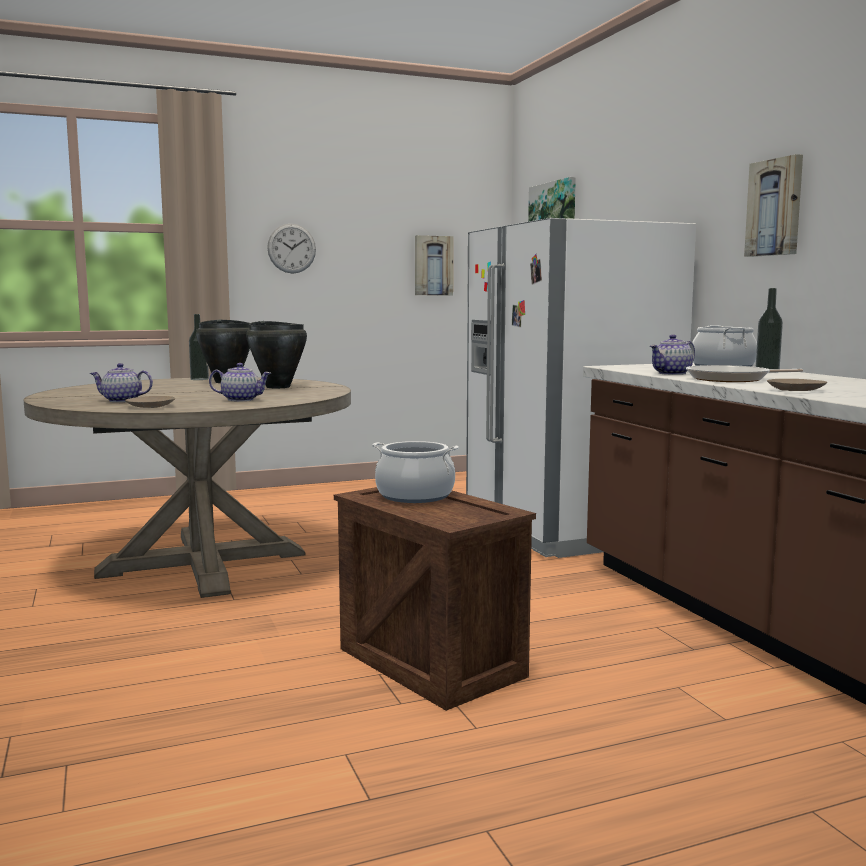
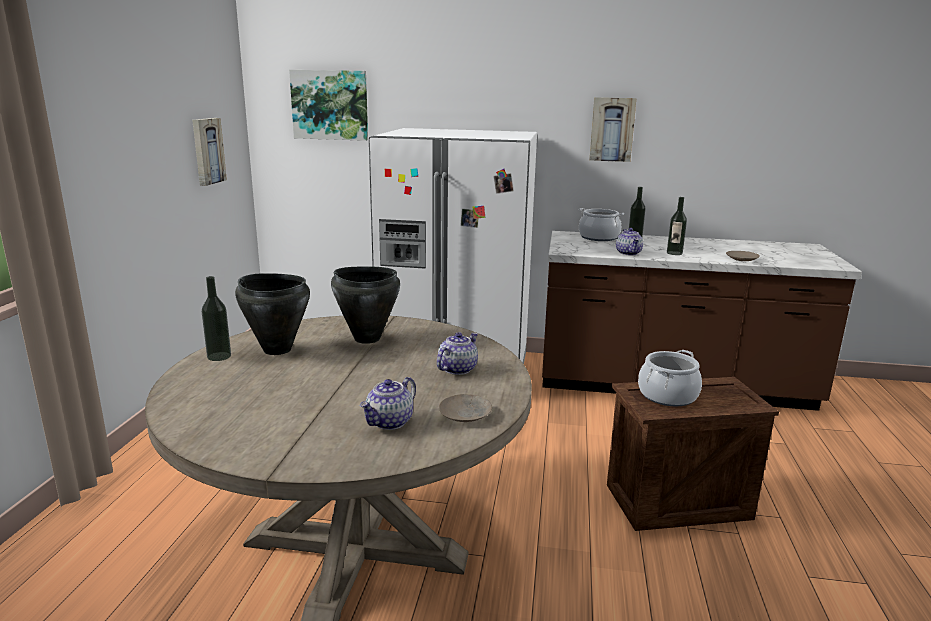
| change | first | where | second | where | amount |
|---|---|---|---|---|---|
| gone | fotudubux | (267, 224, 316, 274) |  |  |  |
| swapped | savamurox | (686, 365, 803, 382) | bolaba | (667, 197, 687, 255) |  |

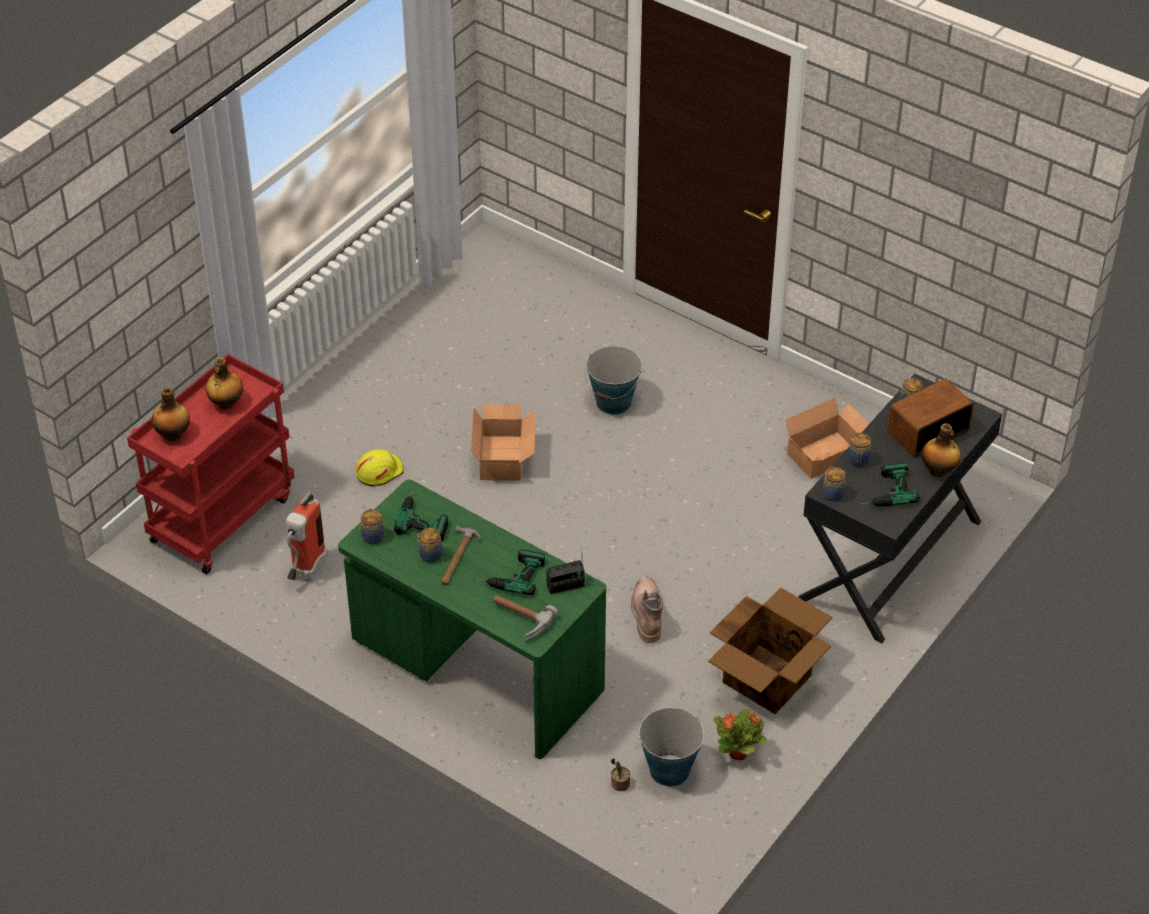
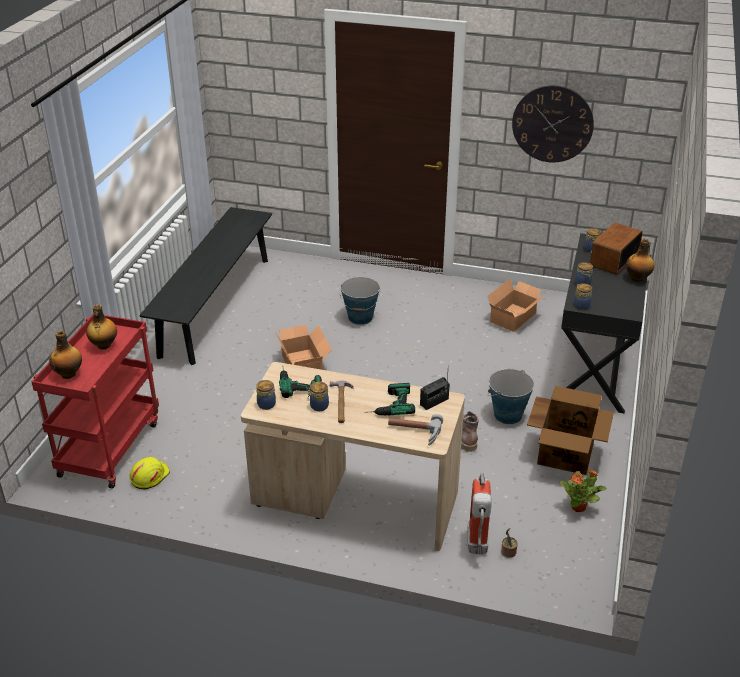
| change | first | where | second | where | amount |
|---|---|---|---|---|---|
| gone | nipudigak | (861, 462, 920, 506) |  |  |  |
| new |  |  | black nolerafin | (139, 207, 272, 365) |  |
| new |  |  | fotudubux | (512, 85, 594, 163) |  |
| shifted | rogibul | (286, 492, 328, 581) |  | (467, 472, 492, 555) |  |
| shifted | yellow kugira | (355, 449, 404, 486) |  | (129, 457, 170, 489) |  |
| shifted | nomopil | (637, 707, 704, 787) |  | (487, 369, 534, 424) |  |
| repainted | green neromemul | (338, 479, 606, 759) | beige neromemul | (241, 362, 465, 551) |  |

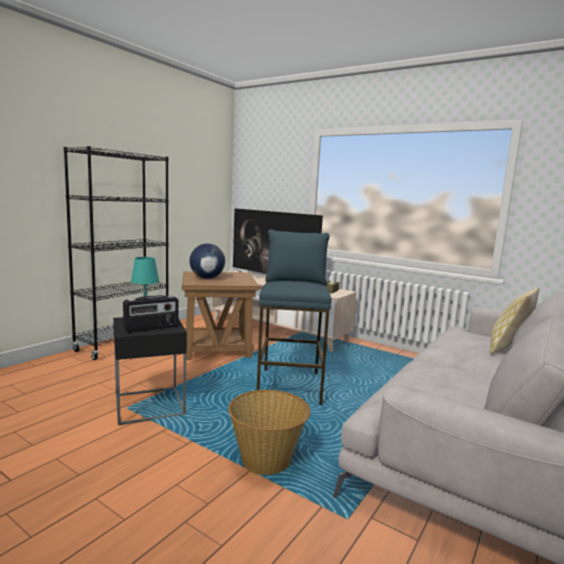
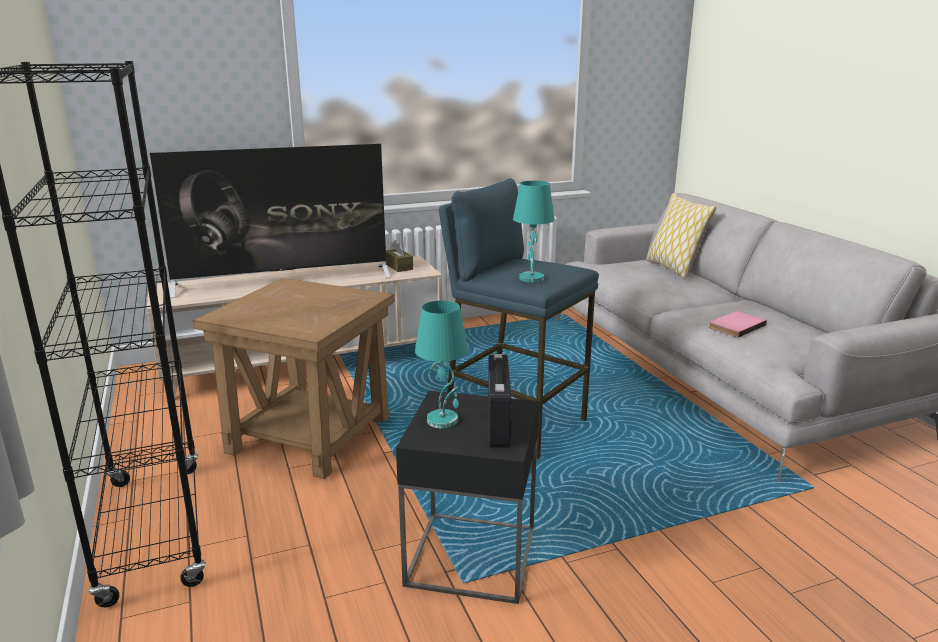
| change | first | where | second | where | amount |
|---|---|---|---|---|---|
| gone | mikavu | (190, 243, 225, 279) |  |  |  |
| gone | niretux | (228, 390, 311, 475) |  |  |  |
| new |  |  | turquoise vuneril | (513, 181, 555, 283) |  |
| new |  |  | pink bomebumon | (708, 311, 767, 338) |  |

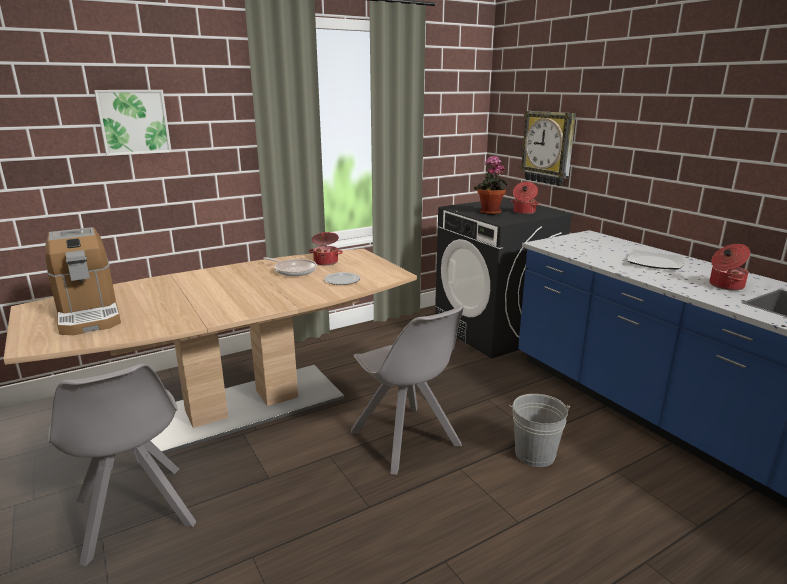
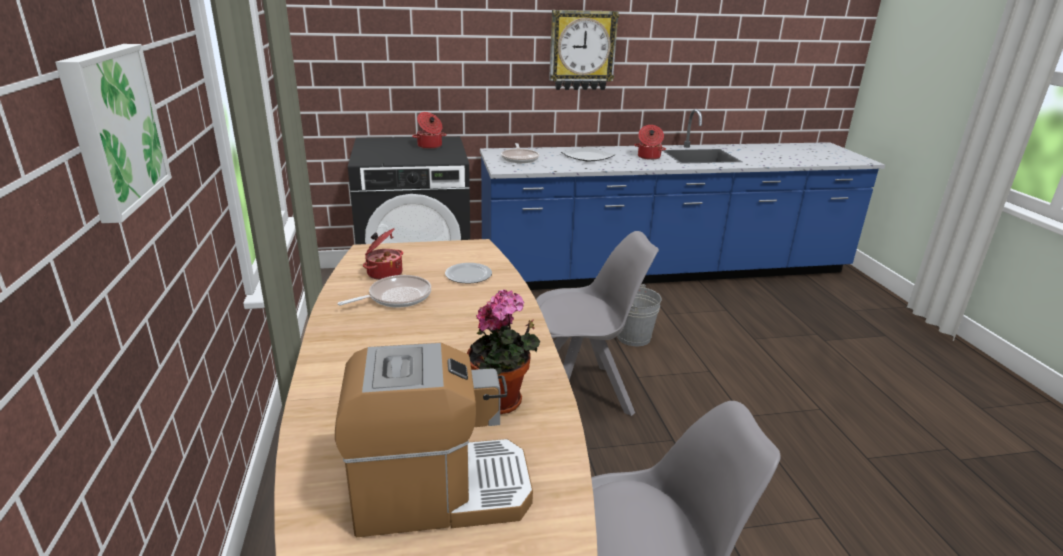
| change | first | where | second | where | amount |
|---|---|---|---|---|---|
| new |  |  | savamurox | (501, 143, 539, 163) |  |
| shifted | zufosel | (474, 155, 509, 215) |  | (467, 289, 540, 414) |  |
| shifted | fotudubux | (520, 111, 576, 186) |  | (549, 10, 619, 90) |  |

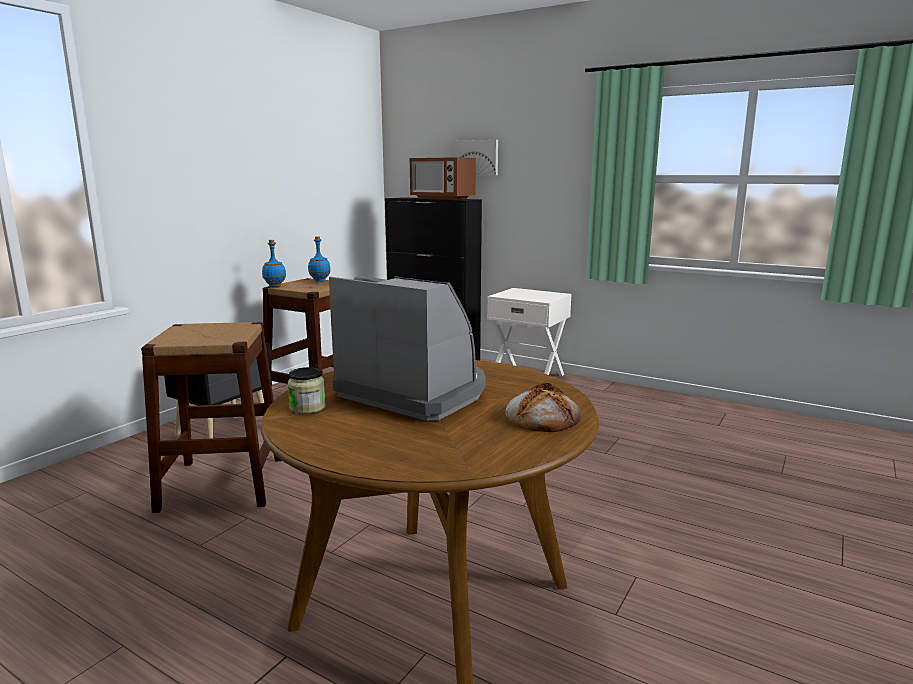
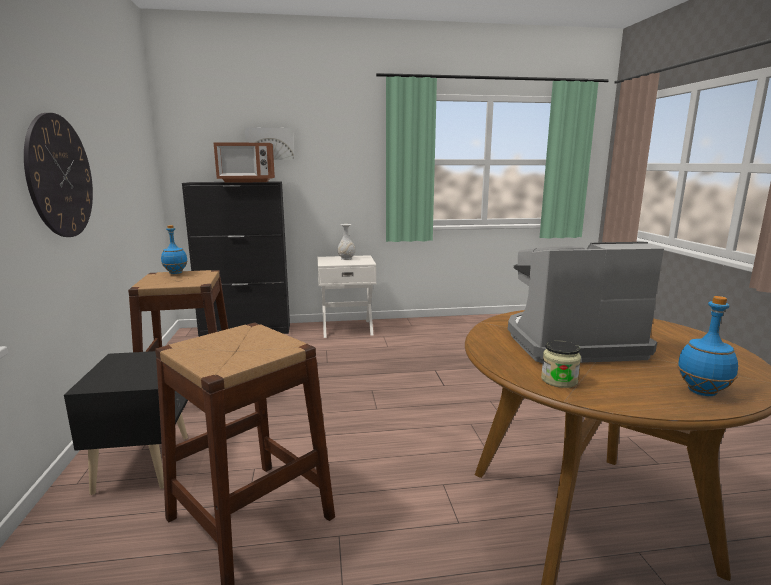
| change | first | where | second | where | amount |
|---|---|---|---|---|---|
| gone | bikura | (505, 383, 581, 432) |  |  |  |
| new |  |  | fotudubux | (24, 113, 93, 237) |  |
| new |  |  | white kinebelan | (338, 224, 355, 260) |  |
| shifted | blue bolaba | (262, 240, 286, 287) |  | (677, 296, 738, 396) |  |

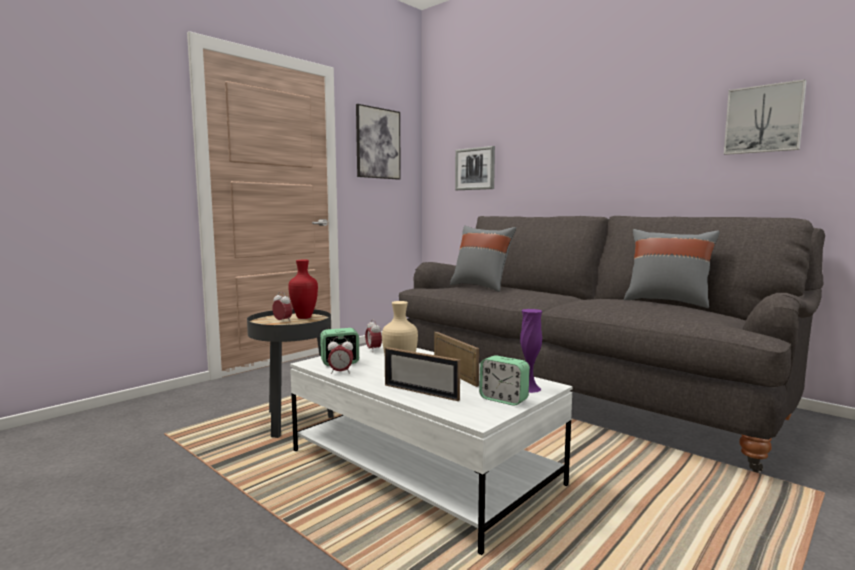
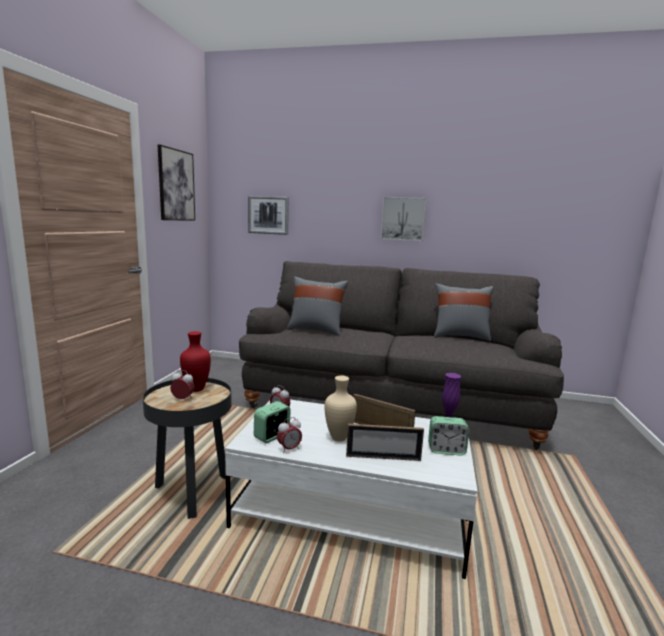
| change | first | where | second | where | amount |
|---|---|---|---|---|---|
| shifted | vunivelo | (724, 79, 807, 155) |  | (381, 197, 426, 241) |  |

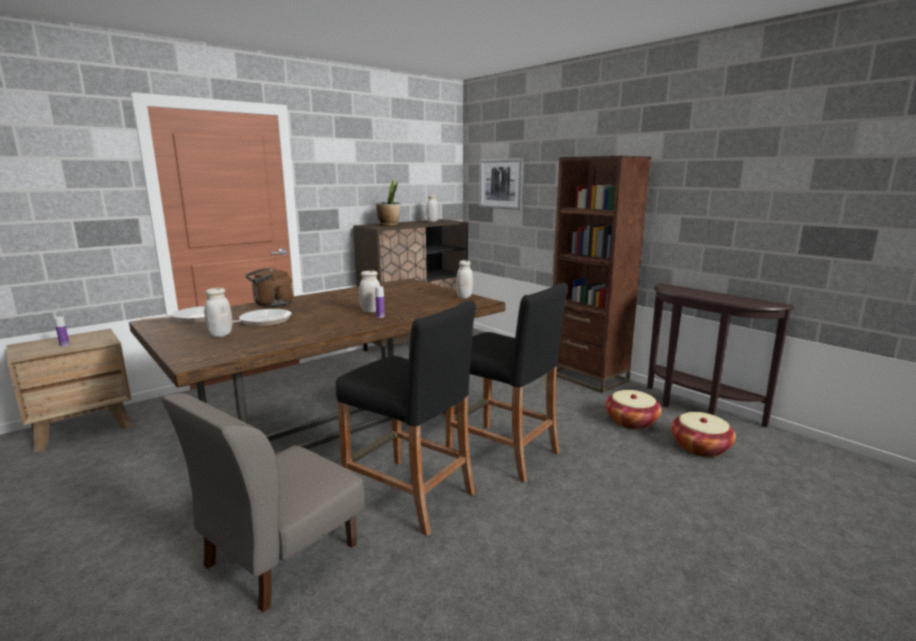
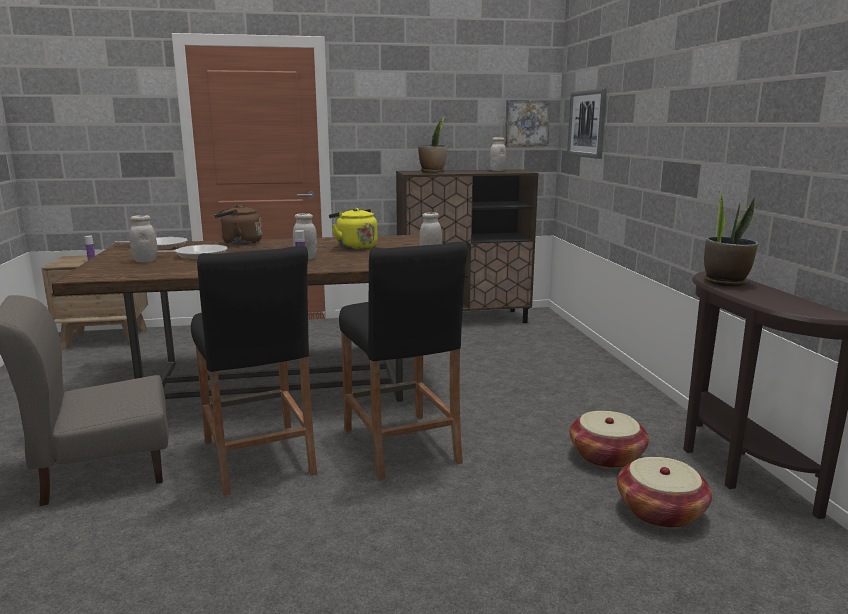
| change | first | where | second | where | amount |
|---|---|---|---|---|---|
| gone | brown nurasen | (553, 156, 651, 393) |  |  |  |
| new |  |  | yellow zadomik | (329, 208, 378, 250) |  |
| new |  |  | vunivelo | (505, 100, 551, 147) |  |
| new |  |  | zufosel | (704, 191, 758, 287) |  |

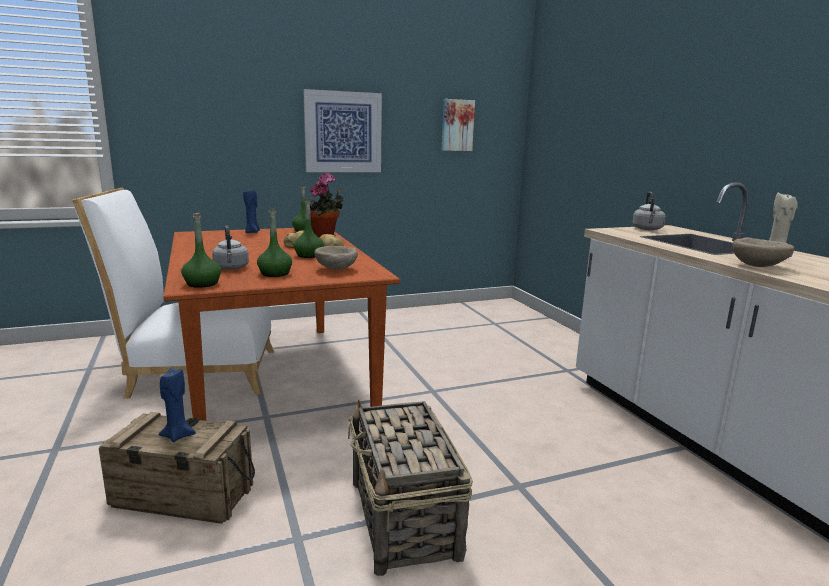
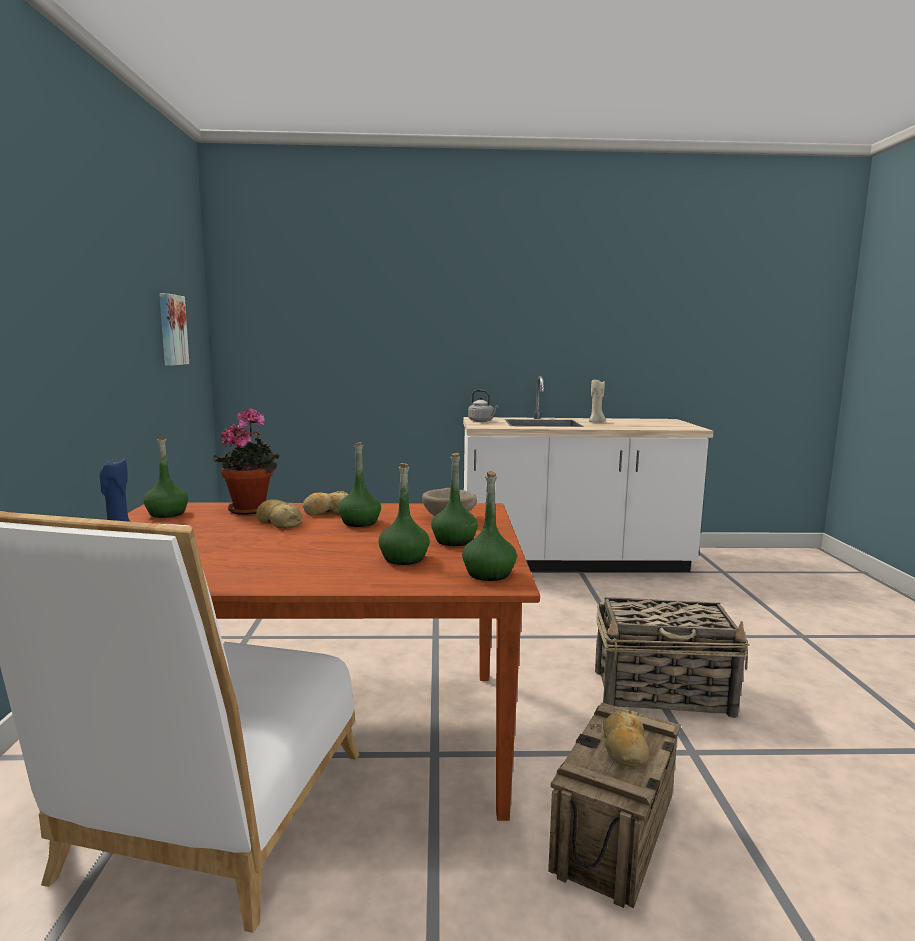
| change | first | where | second | where | amount |
|---|---|---|---|---|---|
| gone | vunivelo | (303, 89, 382, 172) |  |  |  |
| gone | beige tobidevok | (732, 237, 794, 267) |  |  |  |
| swapped | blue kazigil | (158, 368, 196, 442) | bikura | (603, 710, 649, 767) |  |
| swapped | grey zadomik | (212, 225, 249, 270) | green bolaba | (379, 463, 430, 565) |  |

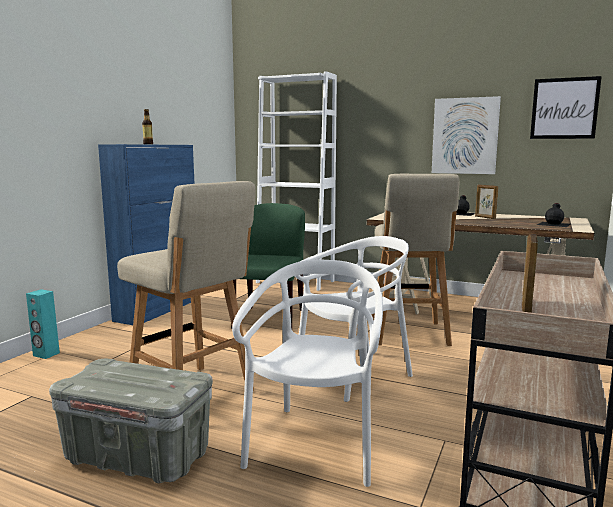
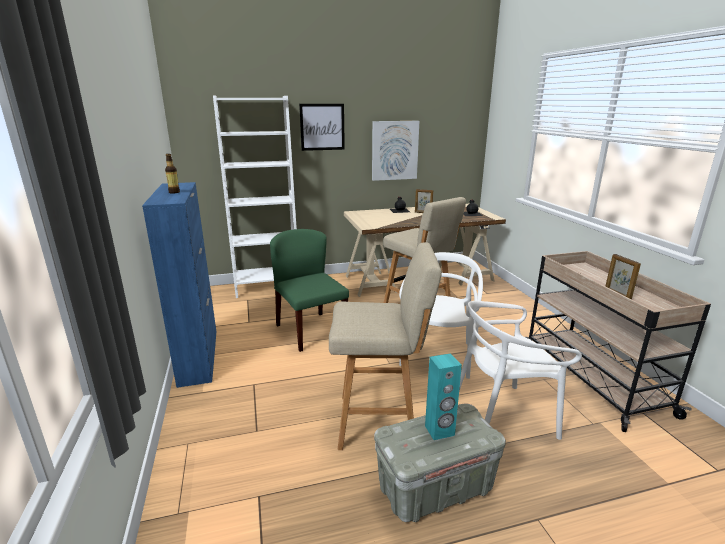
| change | first | where | second | where | amount |
|---|---|---|---|---|---|
| shifted | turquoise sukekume | (26, 289, 60, 359) |  | (425, 353, 462, 440) |  |
| shifted | vunivelo | (530, 76, 602, 139) |  | (299, 104, 345, 151) |  |
| rotated | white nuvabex | (232, 260, 383, 487) |  | (459, 301, 582, 440) | 75 degrees counterclockwise |

